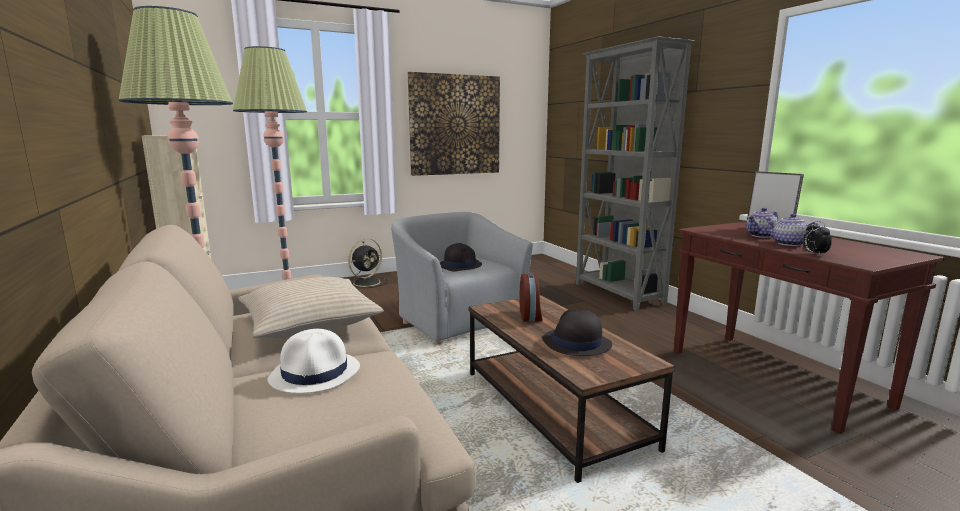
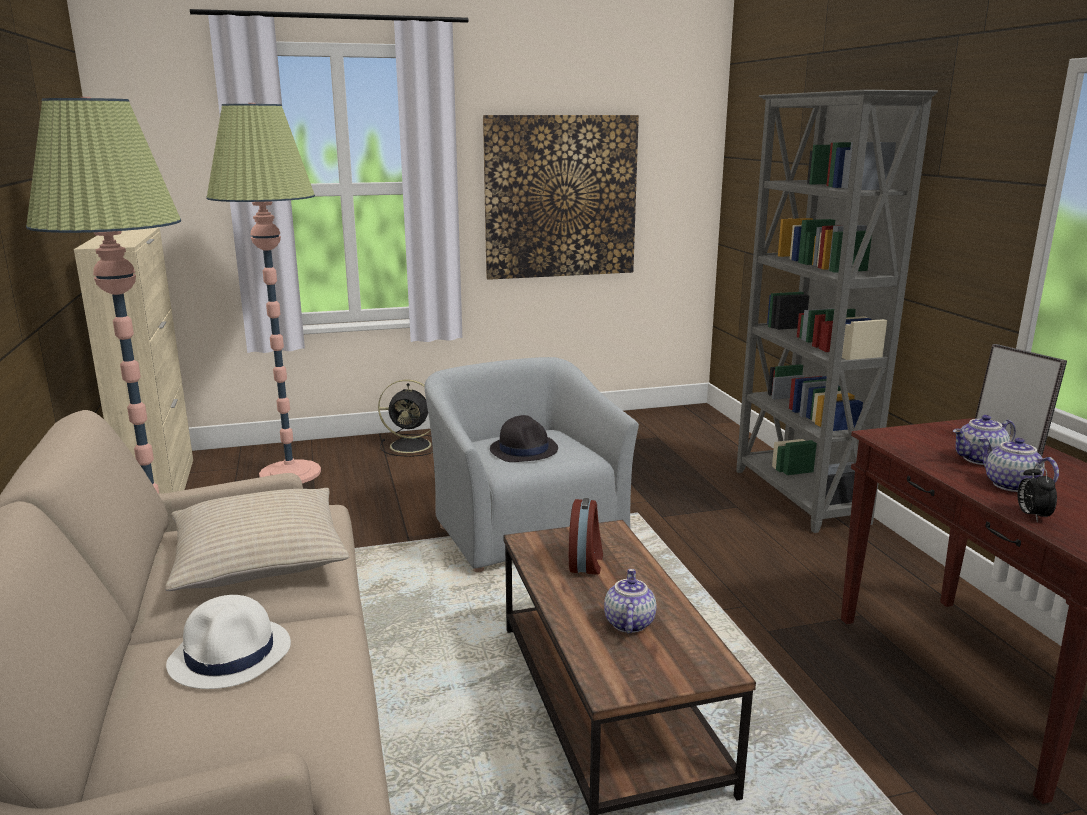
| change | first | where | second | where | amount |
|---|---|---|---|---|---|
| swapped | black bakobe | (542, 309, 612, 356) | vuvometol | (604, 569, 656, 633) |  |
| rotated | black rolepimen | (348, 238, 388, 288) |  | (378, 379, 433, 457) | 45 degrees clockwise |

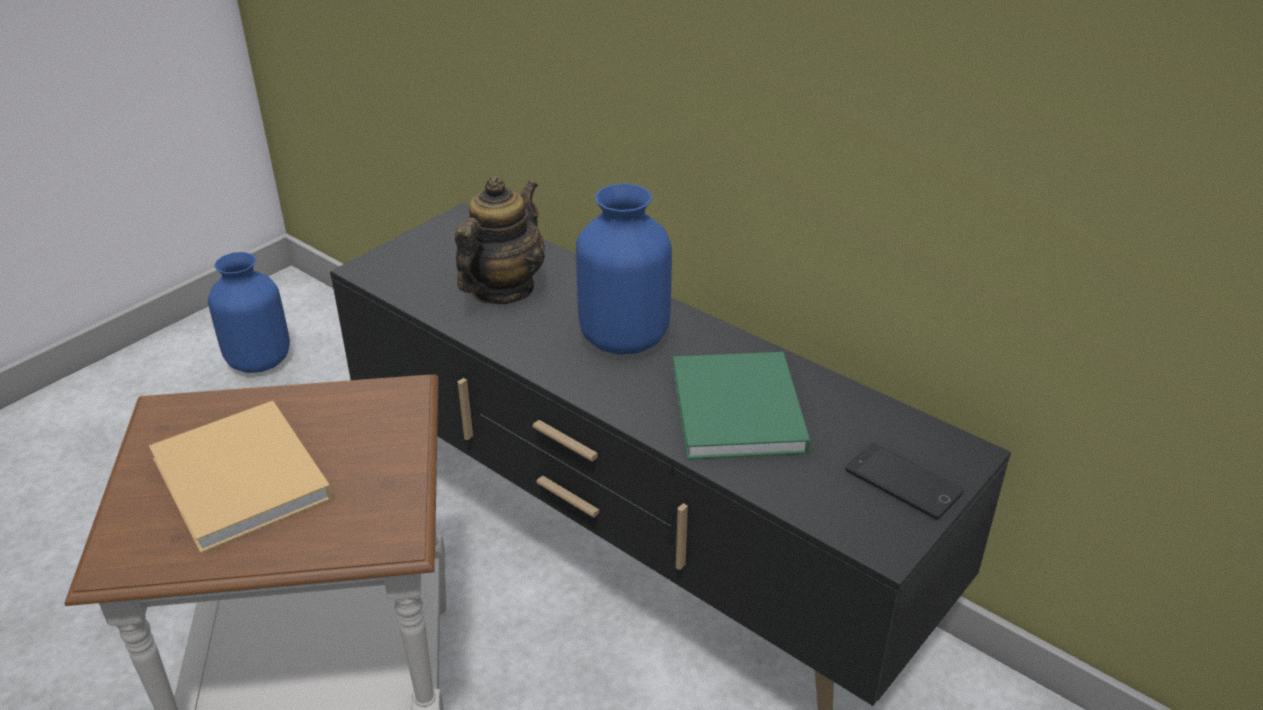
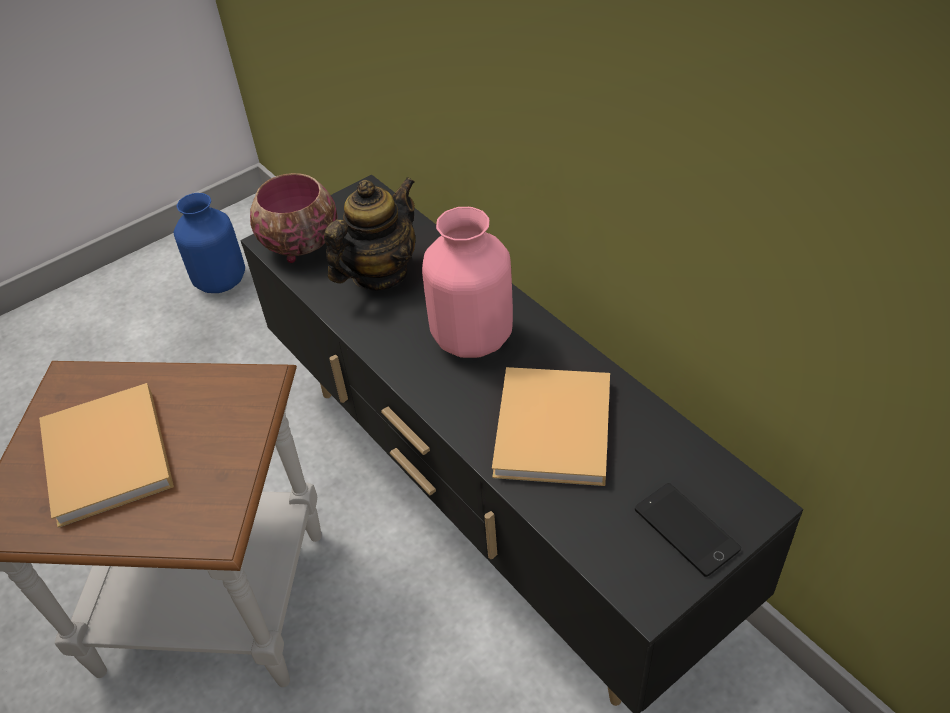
| change | first | where | second | where | amount |
|---|---|---|---|---|---|
| new |  |  | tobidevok | (250, 173, 338, 263) |  |
| repainted | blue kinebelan | (576, 183, 672, 355) | pink kinebelan | (422, 207, 513, 358) |  |
| repainted | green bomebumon | (672, 352, 810, 460) | beige bomebumon | (492, 367, 610, 486) |  |

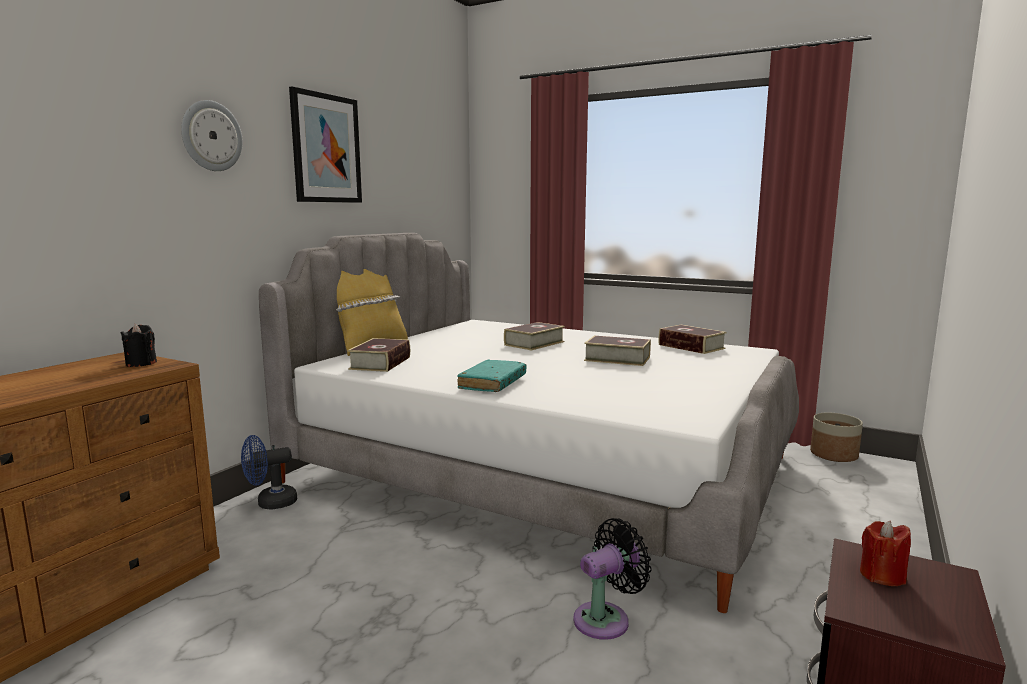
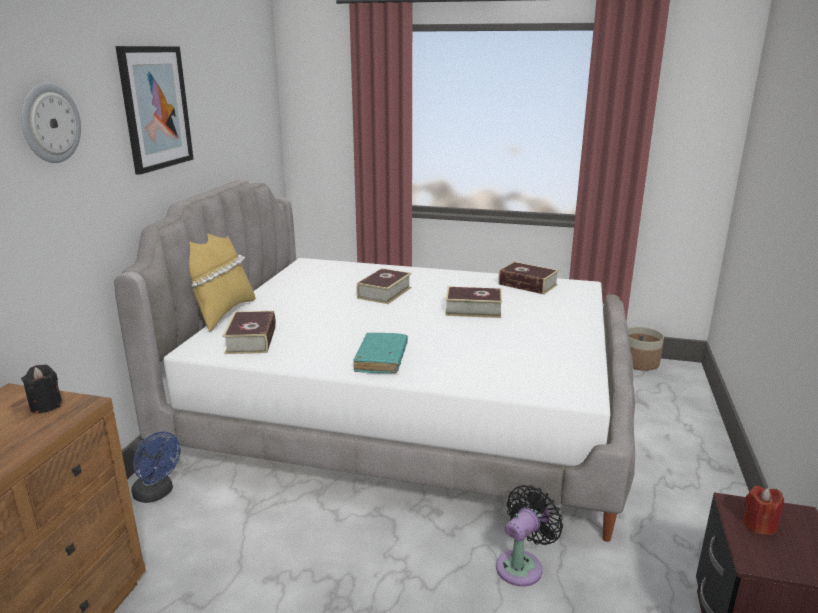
| change | first | where | second | where | amount |
|---|---|---|---|---|---|
| rotated | blue rolepimen | (241, 435, 297, 509) |  | (130, 432, 181, 503) | 105 degrees counterclockwise |

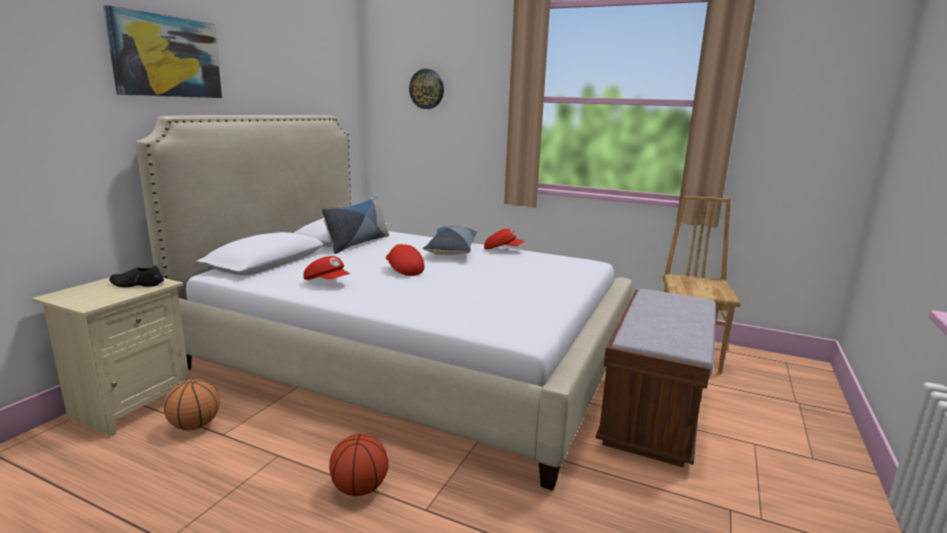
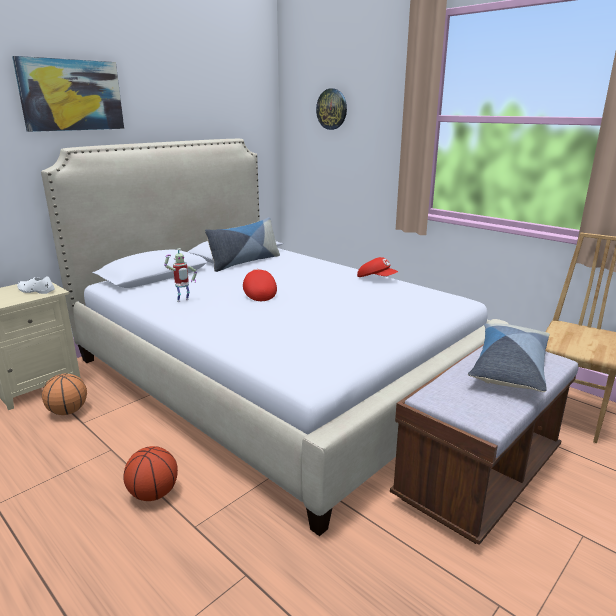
| change | first | where | second | where | amount |
|---|---|---|---|---|---|
| shifted | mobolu | (423, 225, 479, 255) |  | (468, 323, 550, 392) |  |
| swapped | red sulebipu | (303, 256, 350, 280) | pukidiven | (164, 248, 197, 302) |  |
| repainted | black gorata | (109, 265, 164, 287) | white gorata | (17, 276, 55, 294) |  |

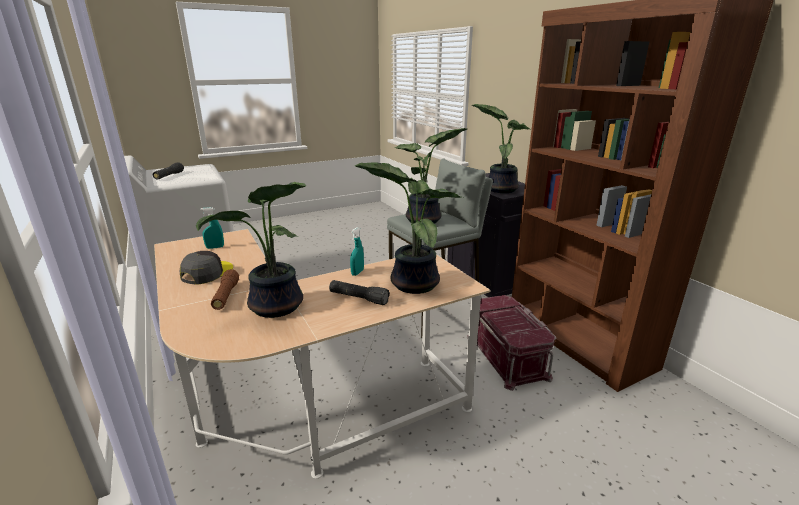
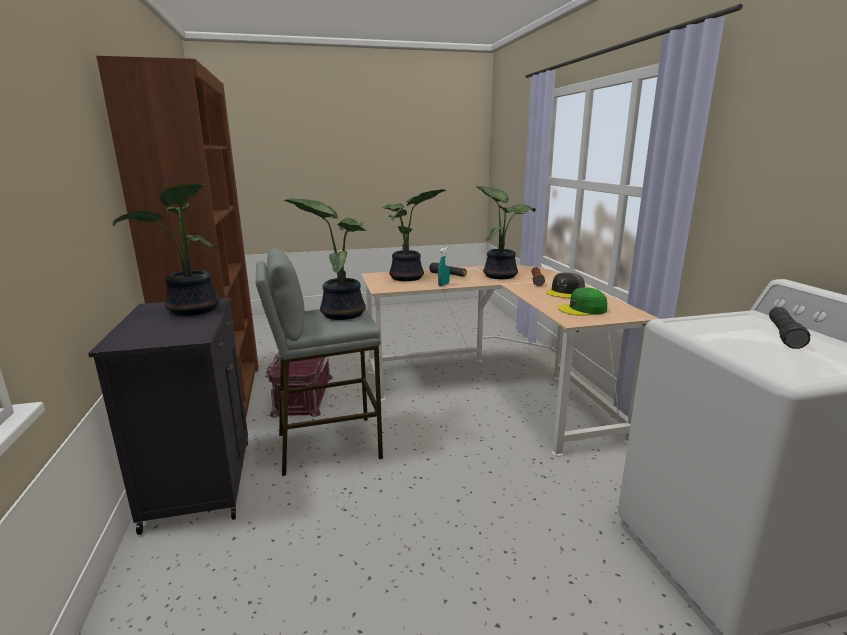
| change | first | where | second | where | amount |
|---|---|---|---|---|---|
| swapped | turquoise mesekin | (200, 207, 224, 249) | green sulebipu | (557, 288, 607, 316) |  |

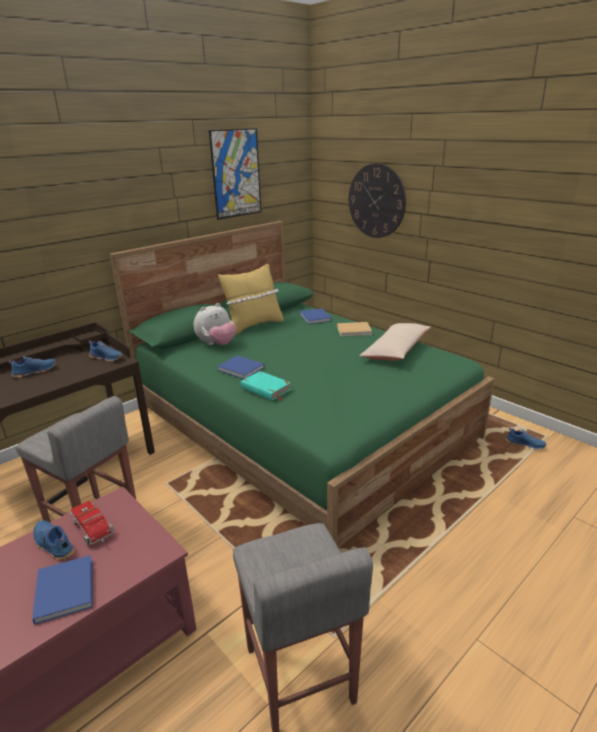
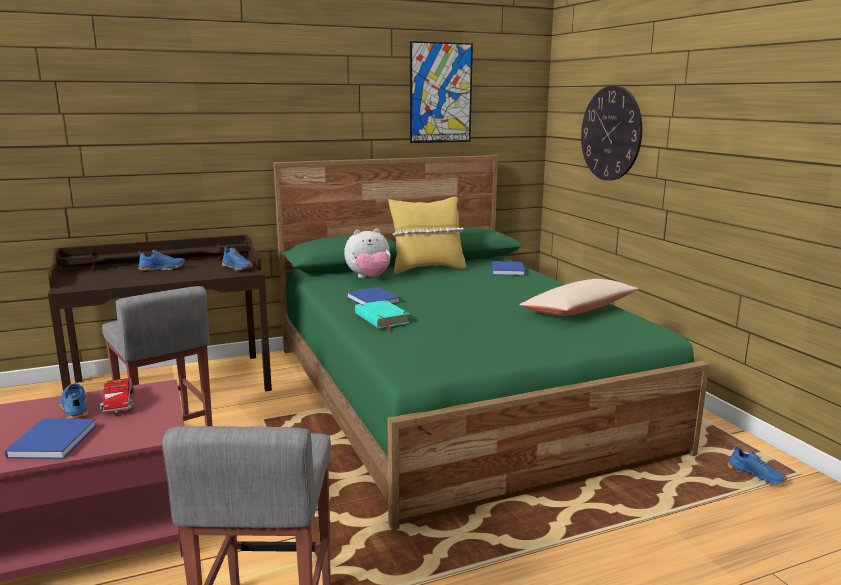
| change | first | where | second | where | amount |
|---|---|---|---|---|---|
| gone | beige bomebumon | (337, 322, 372, 337) |  |  |  |

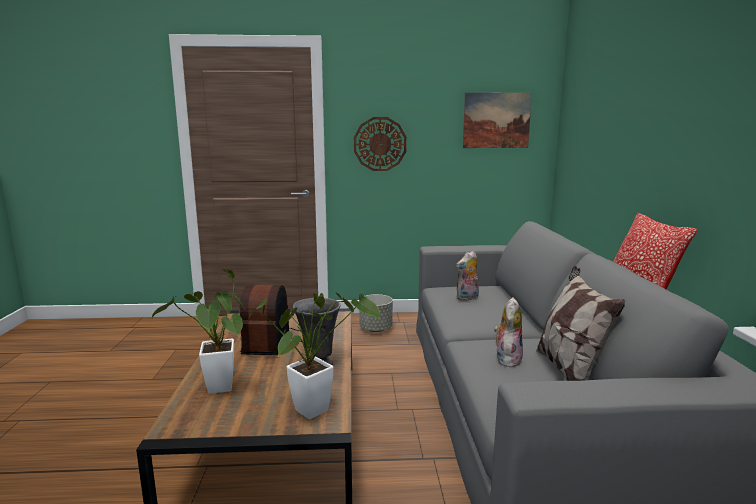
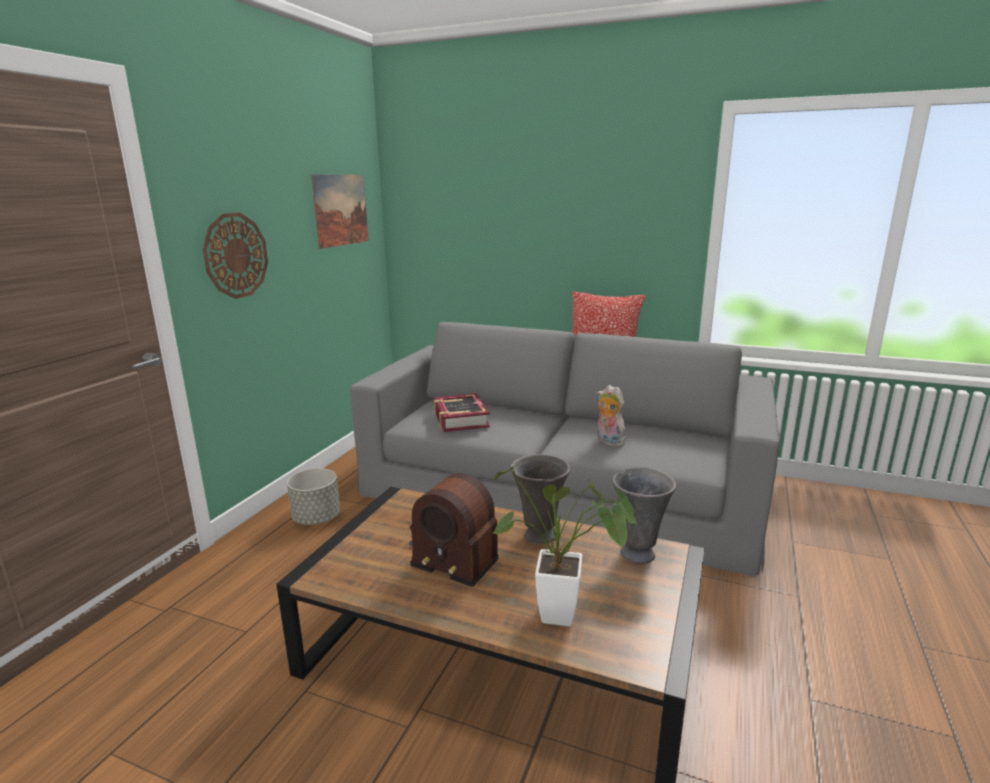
| change | first | where | second | where | amount |
|---|---|---|---|---|---|
| gone | mobolu | (536, 266, 625, 381) |  |  |  |
| swapped | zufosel | (248, 292, 380, 419) | grey kinebelan | (613, 467, 676, 564) |  |
| swapped | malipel | (456, 251, 479, 301) | bomebumon | (434, 393, 490, 432) |  |

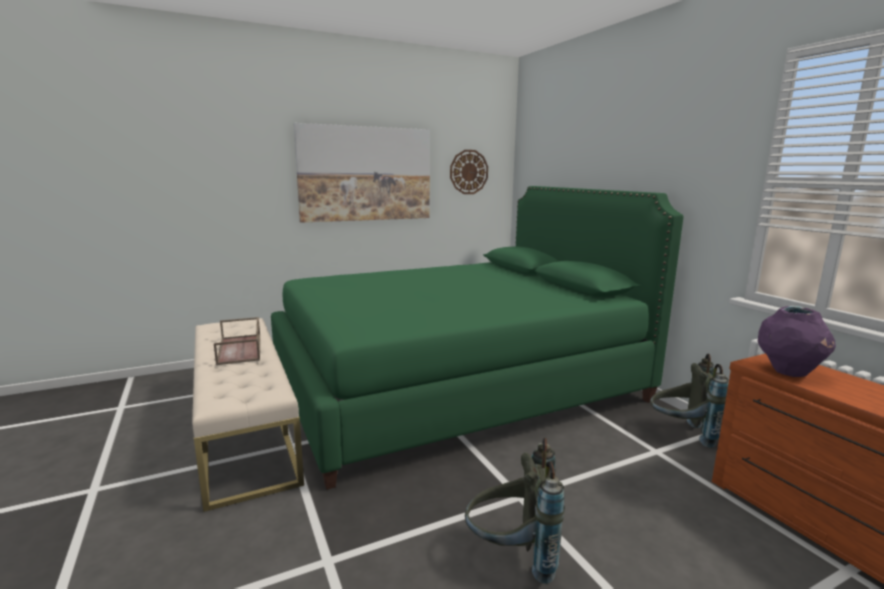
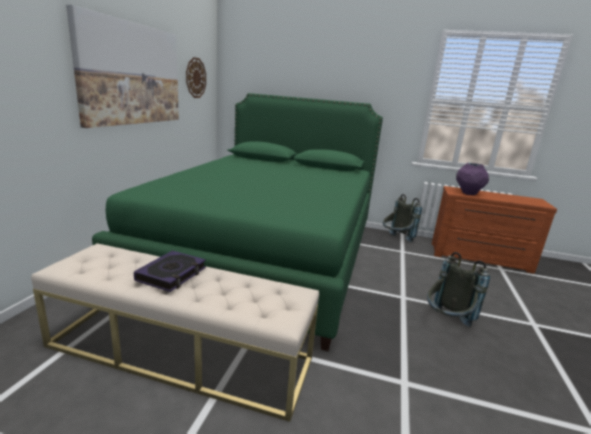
| change | first | where | second | where | amount |
|---|---|---|---|---|---|
| swapped | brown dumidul | (214, 317, 260, 365) | bomebumon | (134, 250, 206, 292) |  |

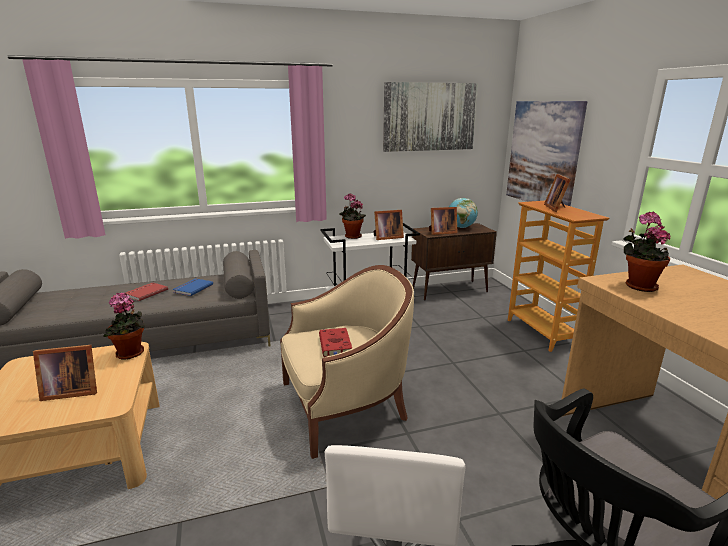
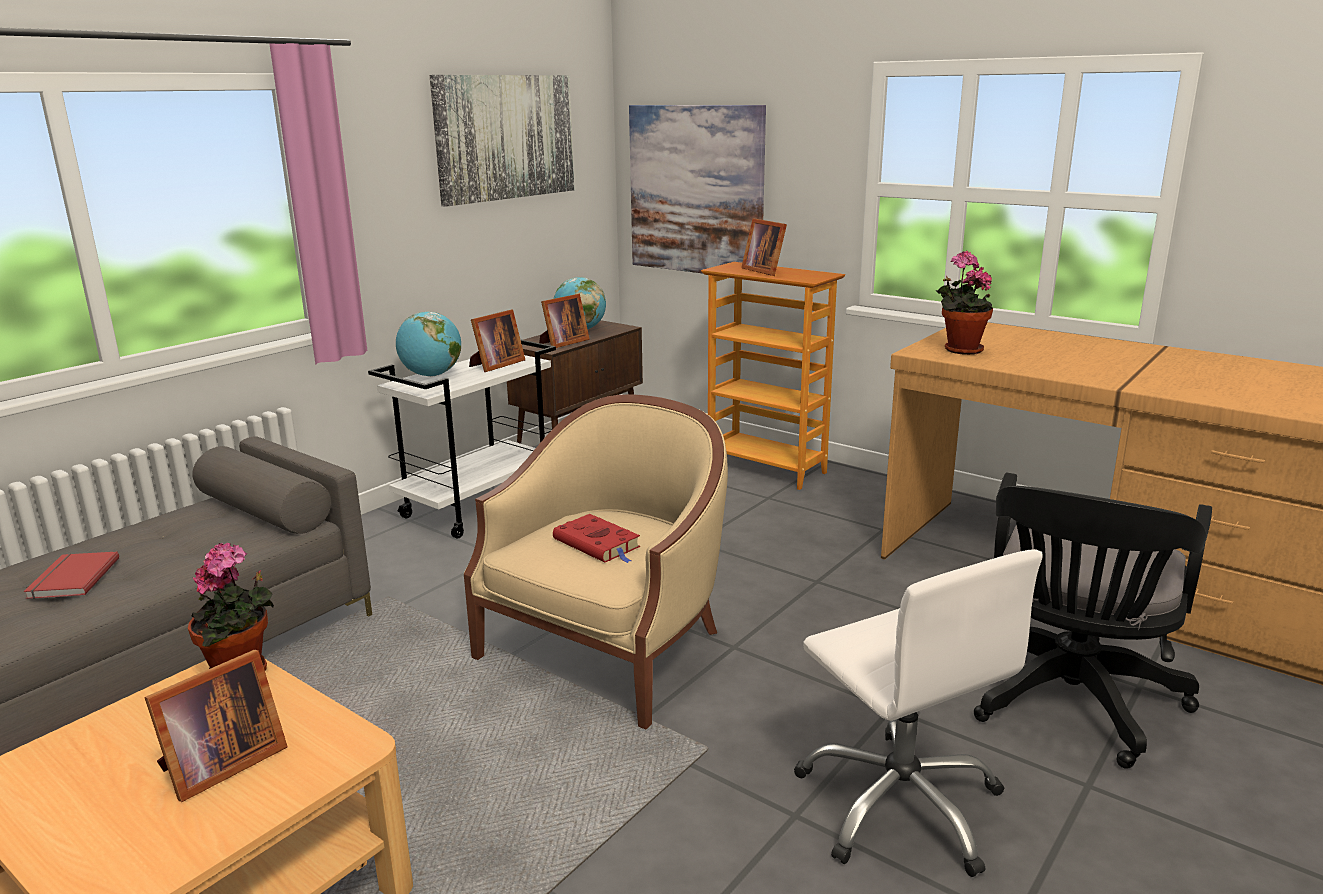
| change | first | where | second | where | amount |
|---|---|---|---|---|---|
| gone | blue bomebumon | (172, 278, 213, 296) |  |  |  |
| swapped | zufosel | (339, 193, 366, 239) | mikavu | (396, 312, 461, 377) |  |

